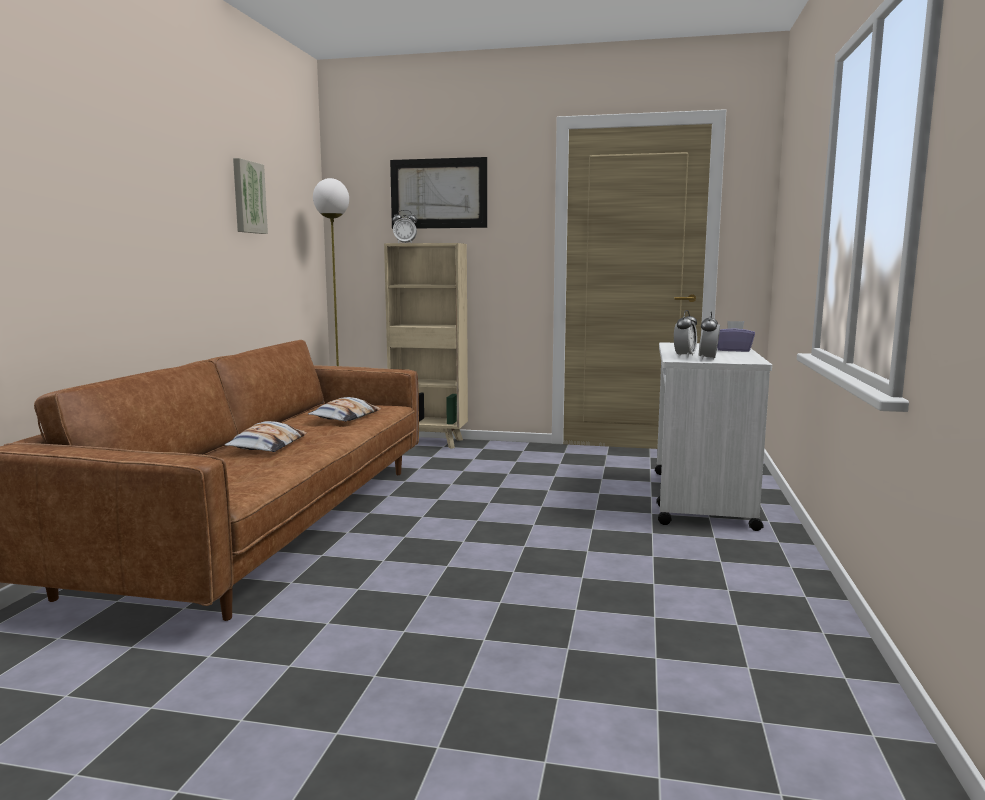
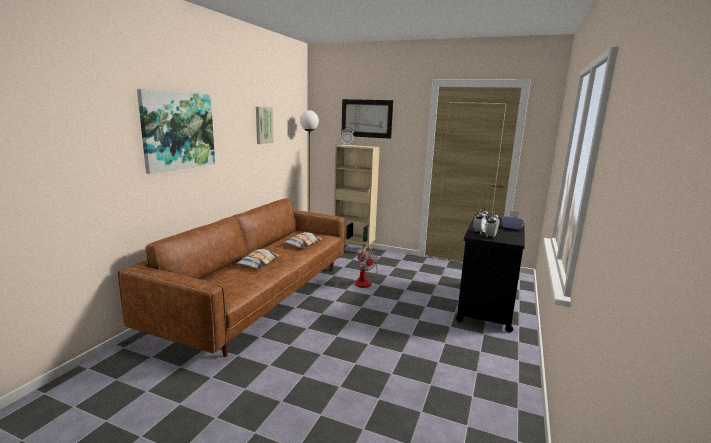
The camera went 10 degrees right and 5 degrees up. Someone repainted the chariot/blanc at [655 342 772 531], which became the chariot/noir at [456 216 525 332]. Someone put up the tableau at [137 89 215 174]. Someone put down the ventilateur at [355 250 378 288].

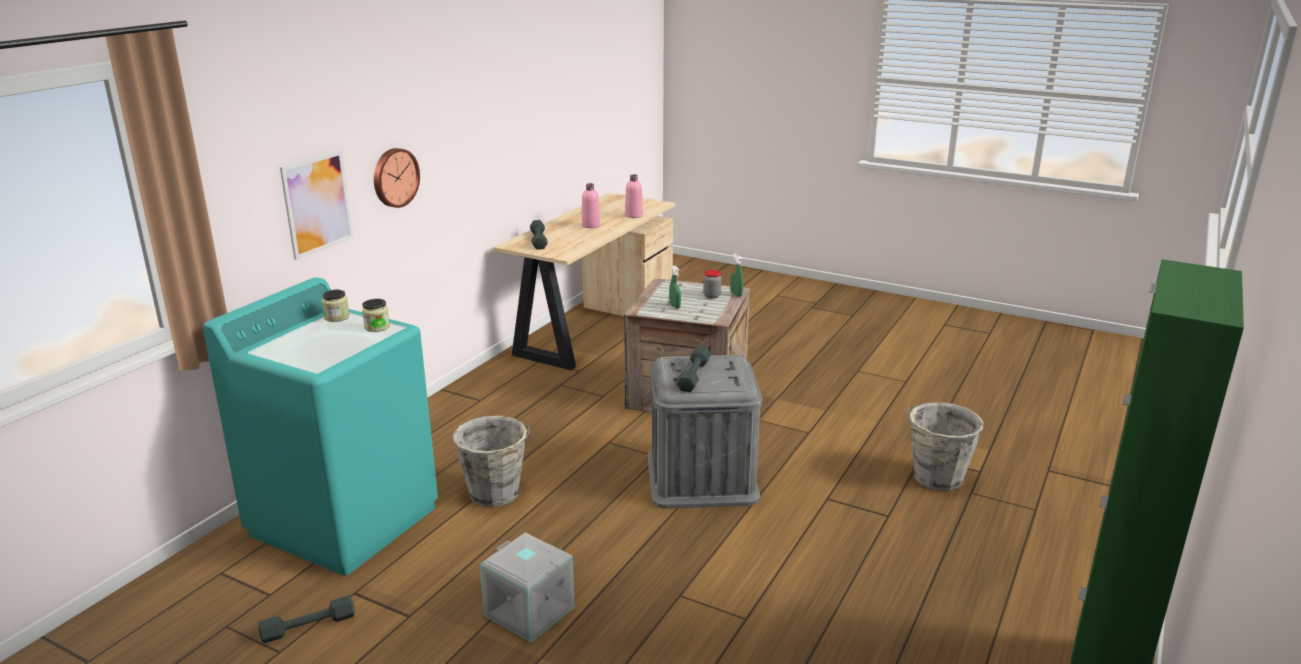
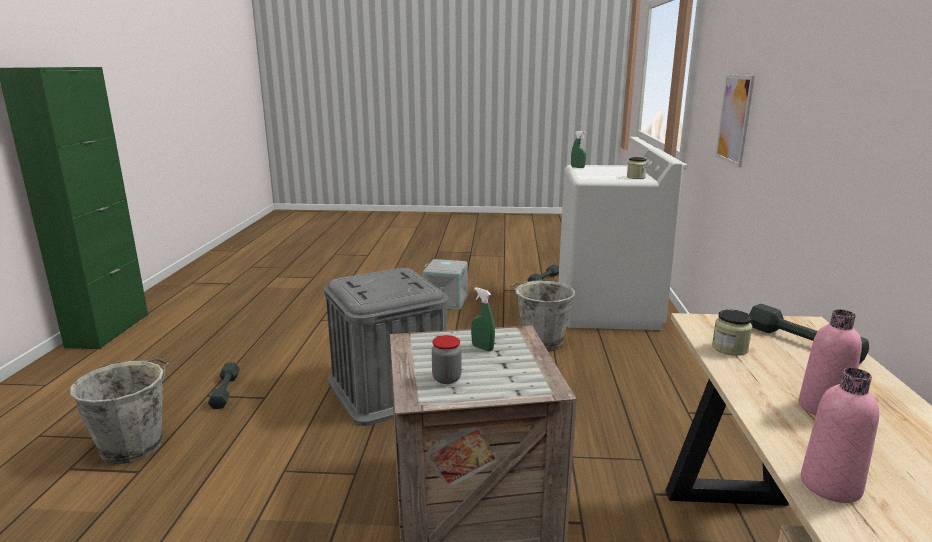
The camera went 155 degrees right and 5 degrees down. Someone took away the horloge murale at [374 148 420 208]. Someone carried the vaporisateur/vert from [730 254 743 297] to [571 131 586 168]. Someone repainted the lave-linge/turquoise at [203 277 438 575], which became the lave-linge/blanc at [558 148 683 330]. Someone carried the bocal from [362 299 390 332] to [712 309 753 356]. Someone carried the haltère/gris from [676 346 711 392] to [208 362 240 409].

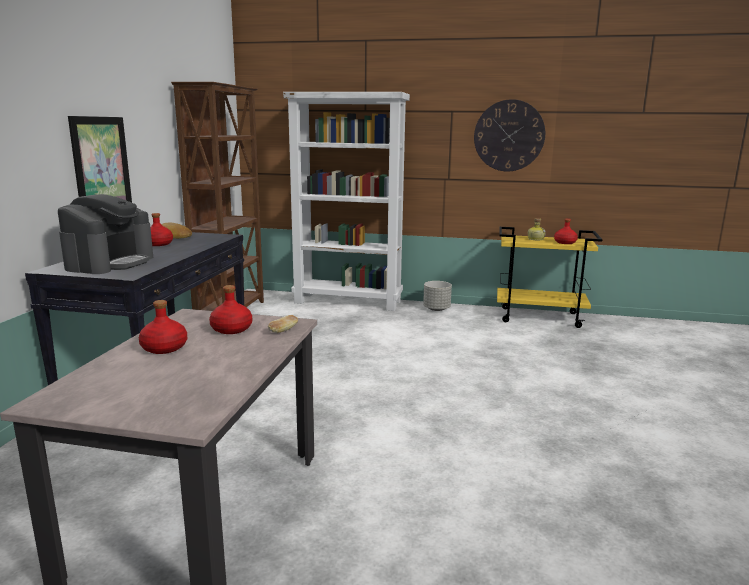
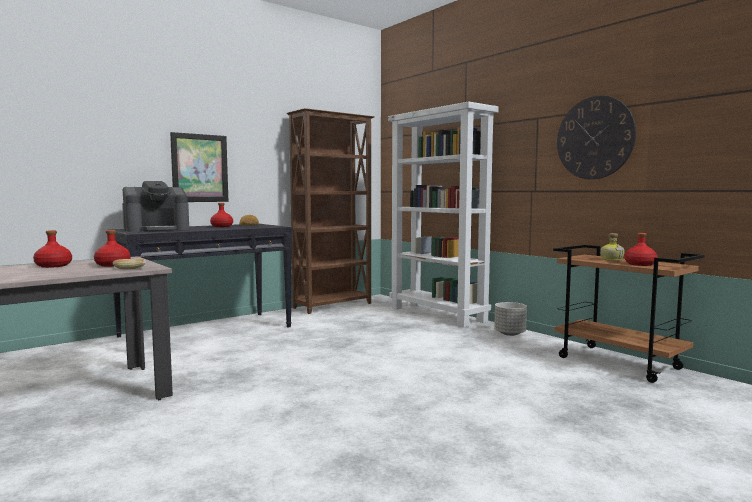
The camera went 40 degrees right and 10 degrees down. Someone repainted the chariot/jaune at [497 227 603 328], which became the chariot/marron at [553 245 705 383].

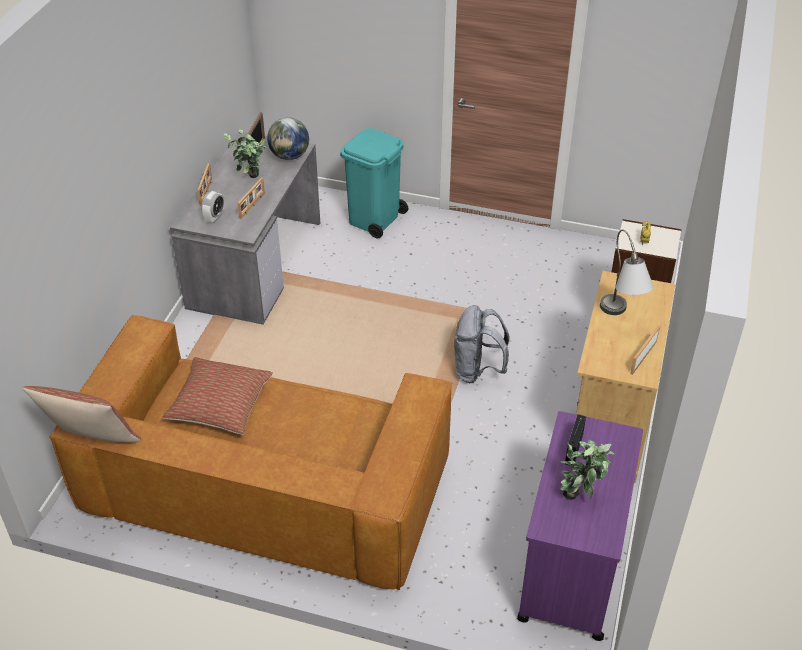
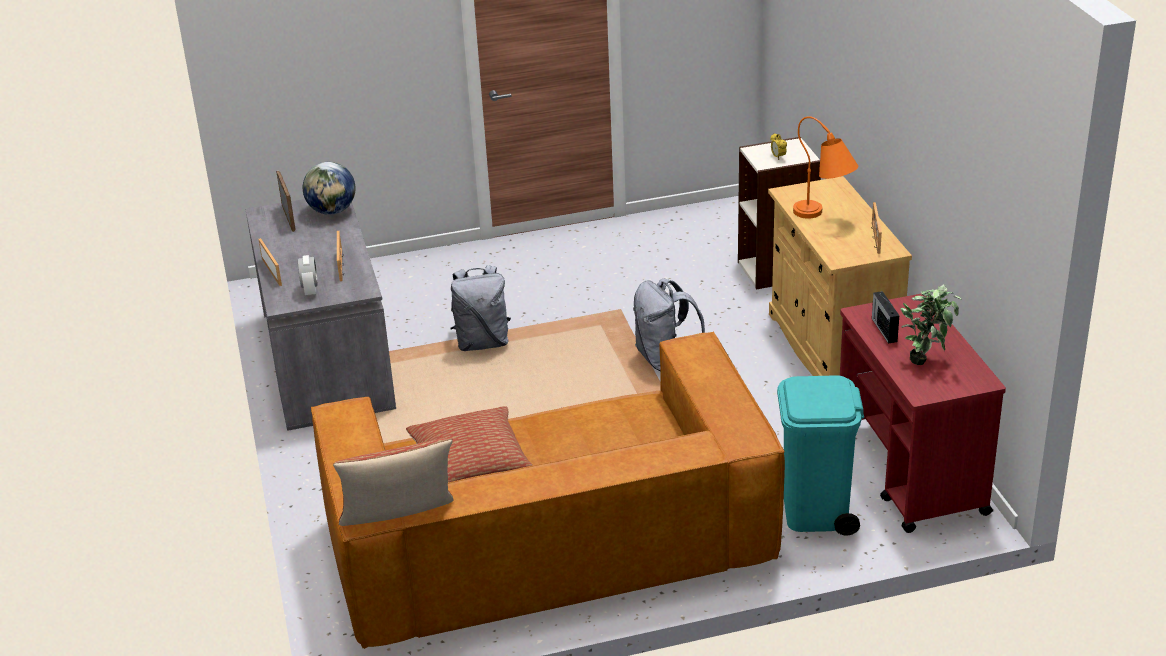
The camera went 30 degrees left and 10 degrees down. Someone carried the poubelle/turquoise from [340 128 409 239] to [777 375 864 536]. Someone took away the plante en pot at [224 130 268 178]. Someone repainted the lampe de table/gris at [600 229 654 315], which became the lampe de table/orange at [793 116 858 219]. Someone repainted the chariot/violet at [517 411 643 641], which became the chariot/rouge at [840 293 1006 533]. Someone put down the sac à dos/gris at [451 265 511 351].

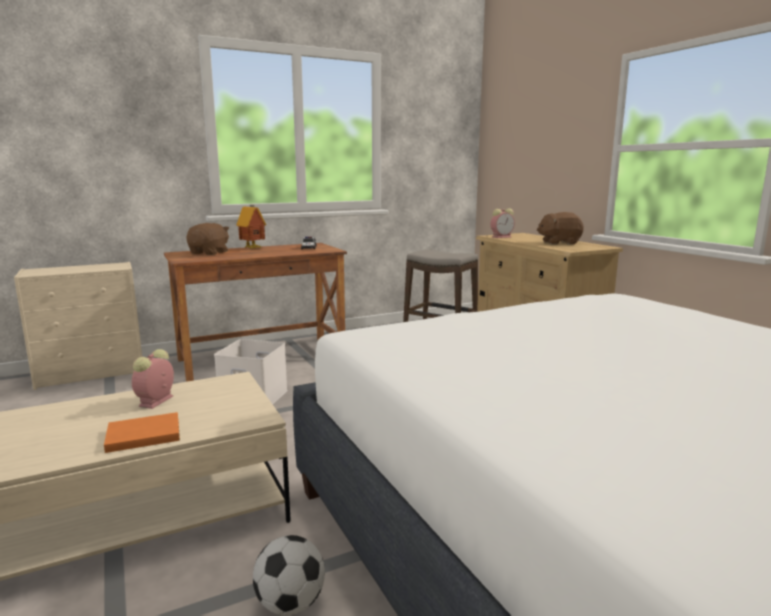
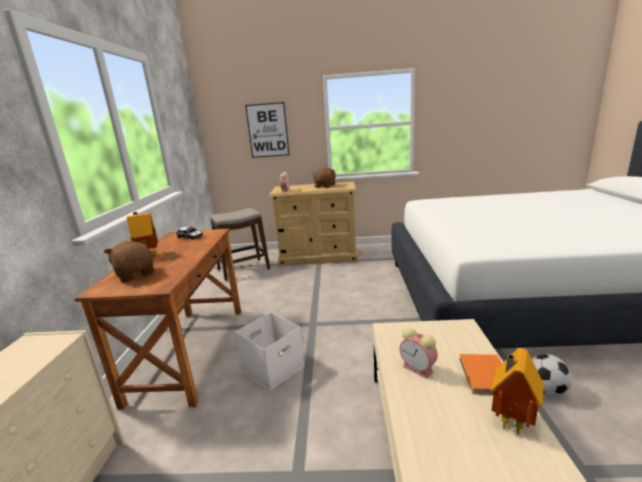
The camera went 60 degrees left and 5 degrees up. Someone put up the tableau at [245 102 289 158]. Someone put down the maison miniature at [490 348 544 434].

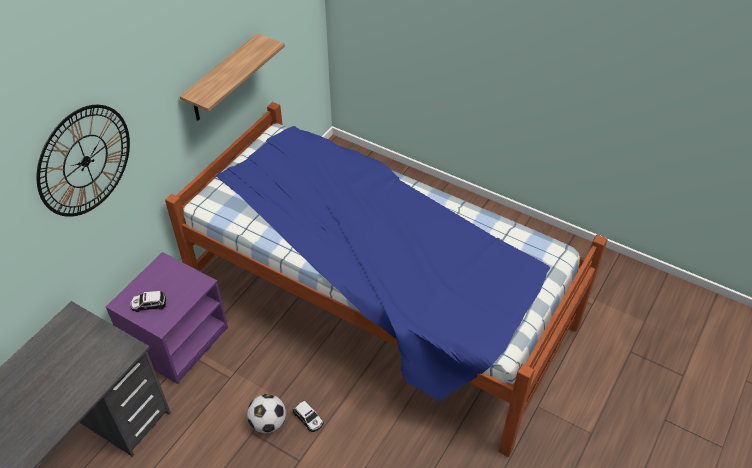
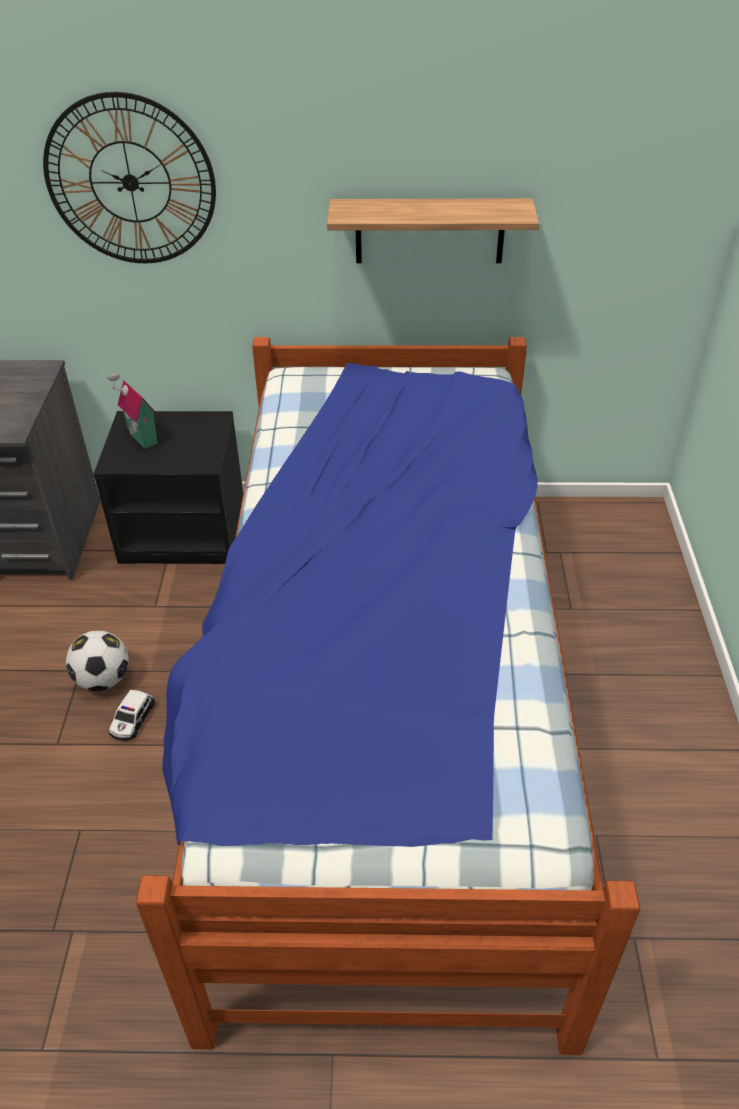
The camera went 60 degrees right and 5 degrees down. Someone repainted the table de chevet/violet at [106 252 228 384], which became the table de chevet/noir at [93 411 243 564]. Someone swapped the petite voiture at [131 291 166 312] for the maison miniature at [107 371 158 449].

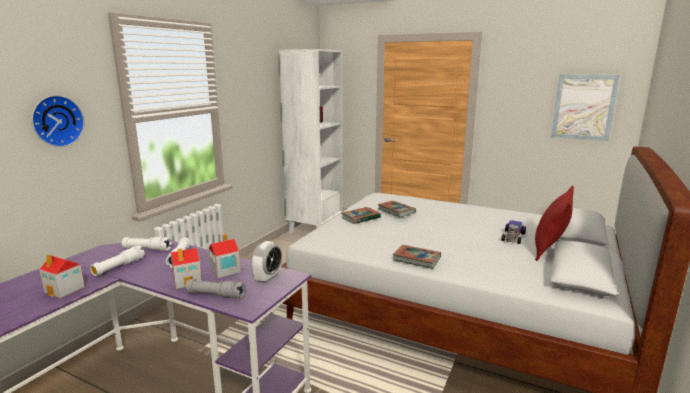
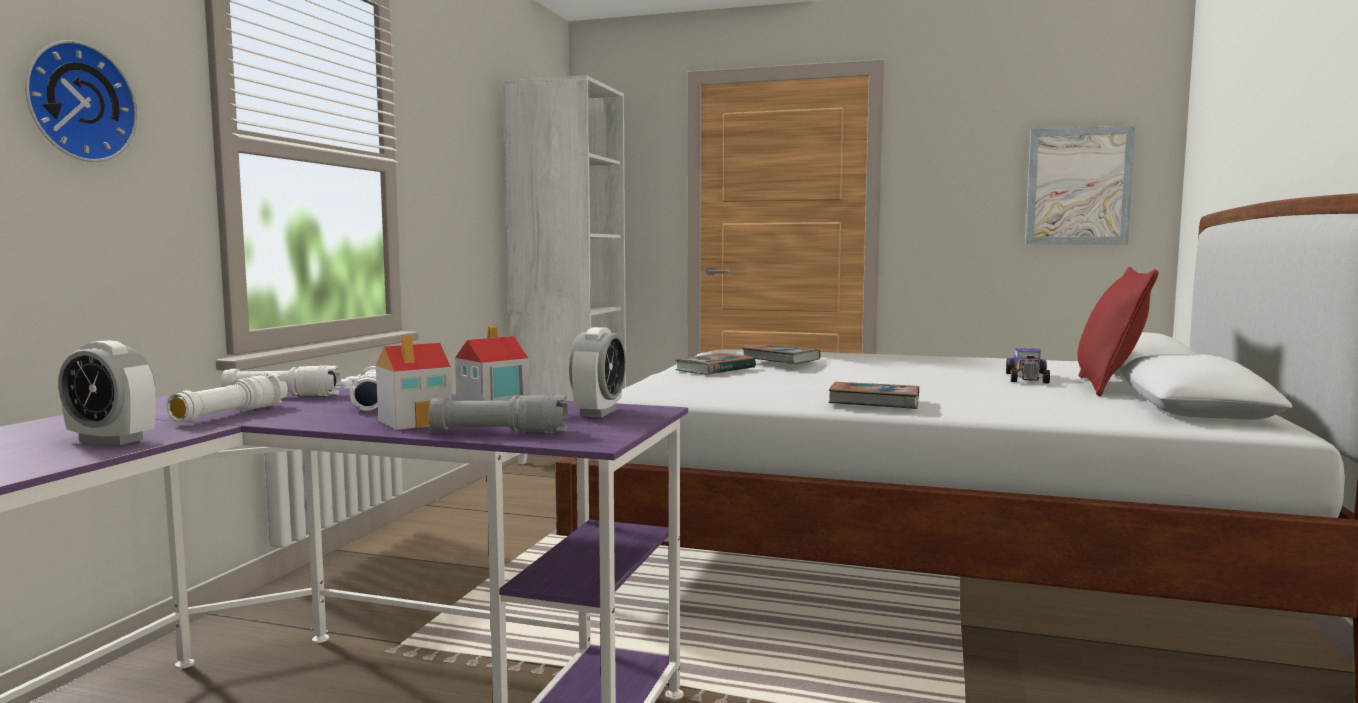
The camera went 10 degrees left and 10 degrees down. Someone swapped the maison miniature at [39 254 85 298] for the réveil at [58 341 155 445].

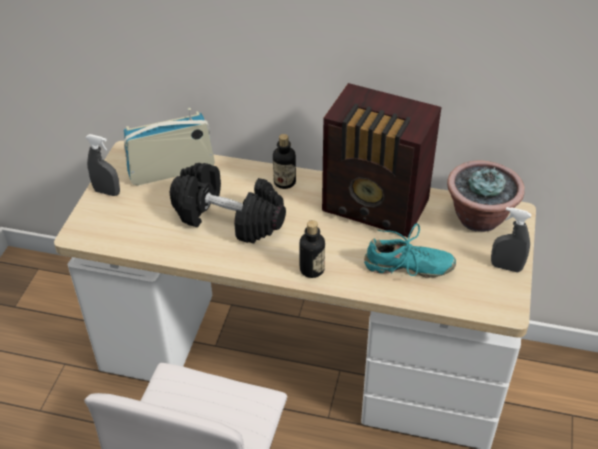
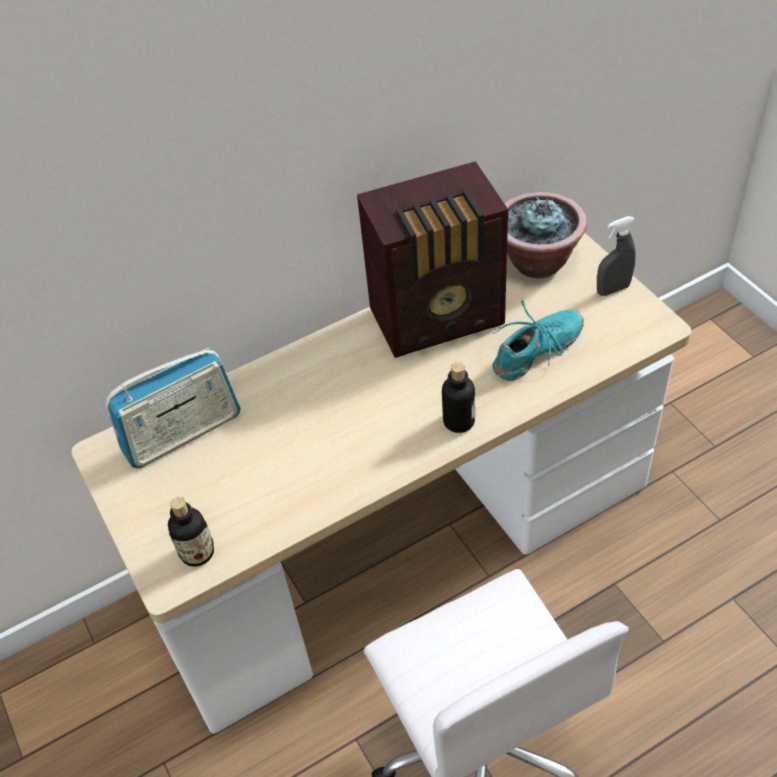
The camera went 40 degrees left and 5 degrees up. Someone rotated the radio at [124 108 215 185] by 150 degrees counterclockwise. Someone took away the vaporisateur/gris at [85 134 120 196]. Someone carried the bouteille from [273 134 296 189] to [168 497 214 567]. Someone took away the haltère/noir at [170 163 286 243].

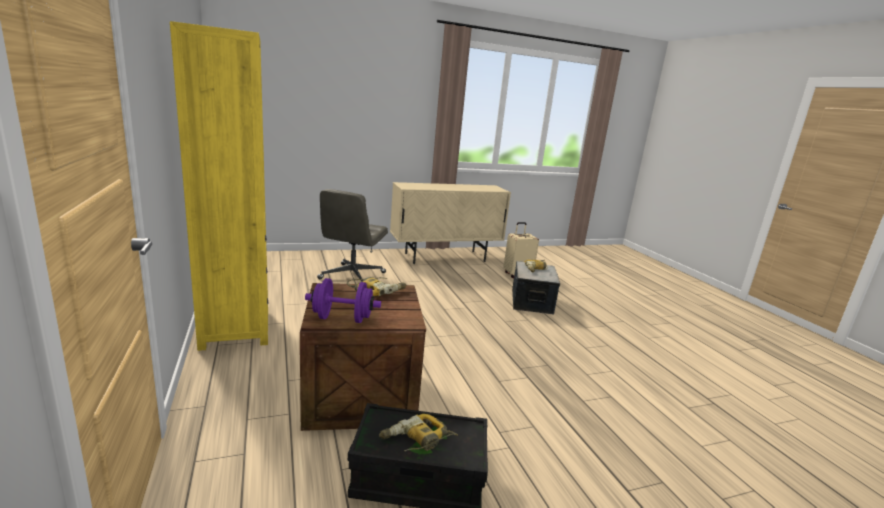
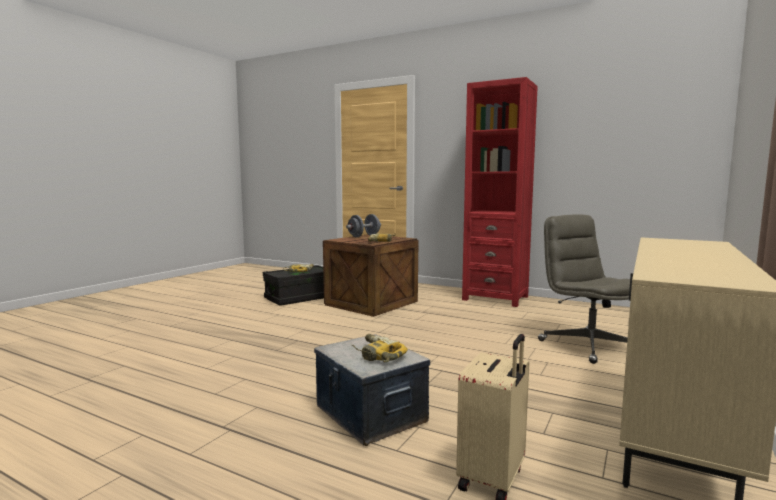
The camera went 140 degrees right and 10 degrees down. Someone repainted the bibliothèque/jaune at [170 21 269 351], which became the bibliothèque/rouge at [462 77 538 307]. Someone repainted the haltère/violet at [305 278 381 323], which became the haltère/gris at [346 214 381 237].

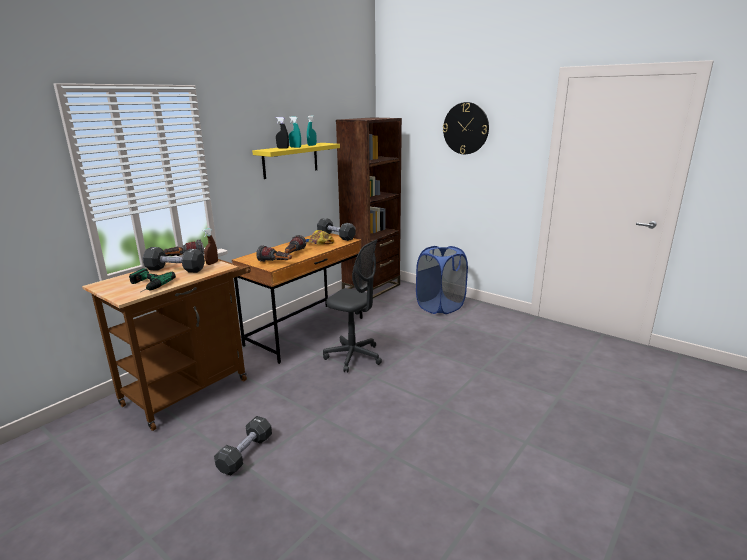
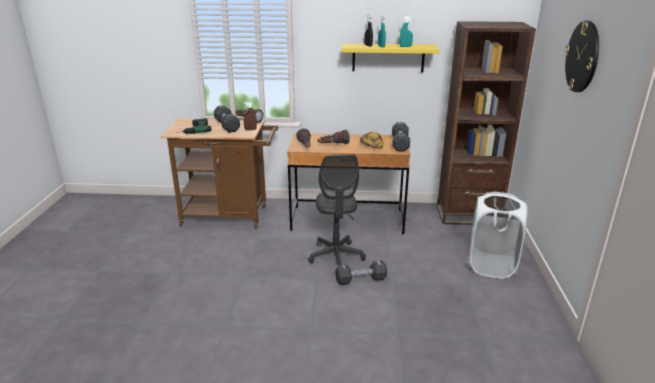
The camera went 55 degrees right and 5 degrees up. Someone repainted the panier à linge/bleu at [416 246 468 314], which became the panier à linge/blanc at [468 192 528 279]. Someone carried the haltère/noir from [214 416 272 475] to [335 260 387 285].

